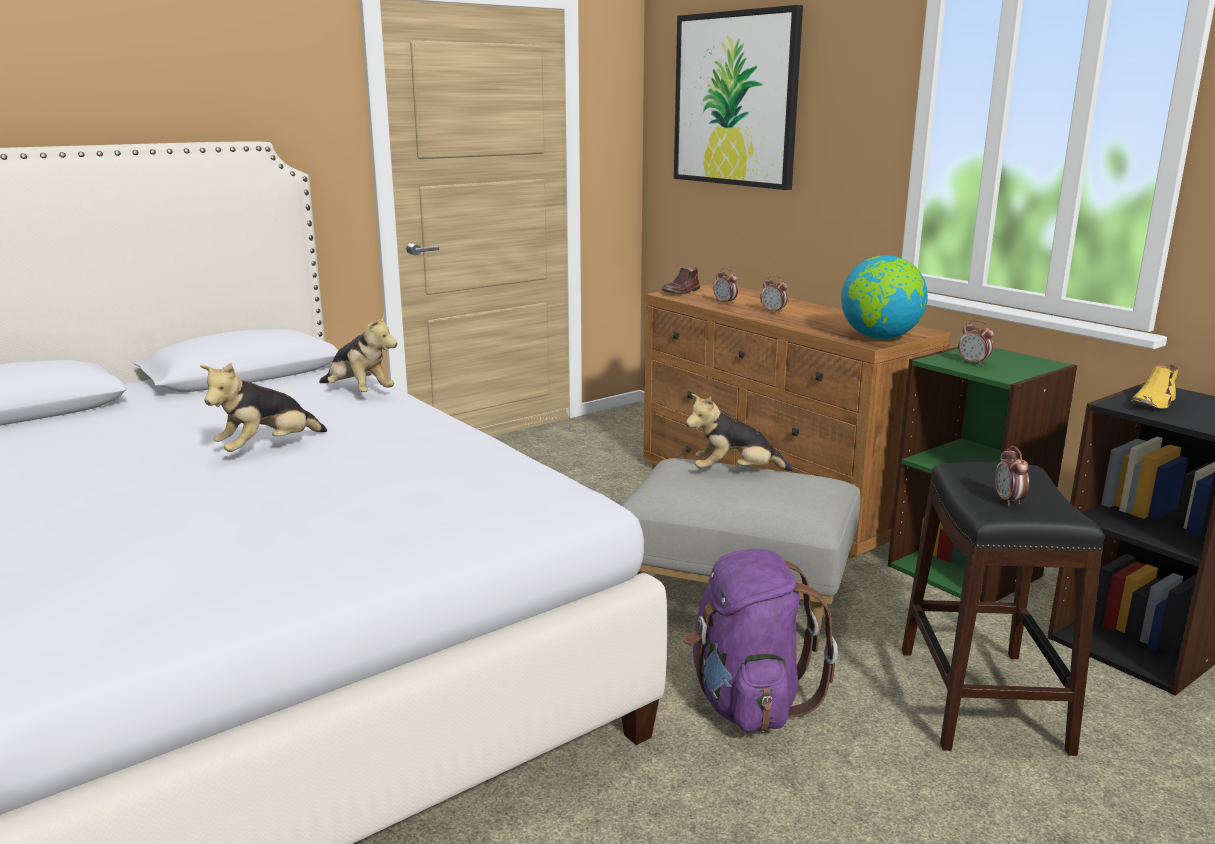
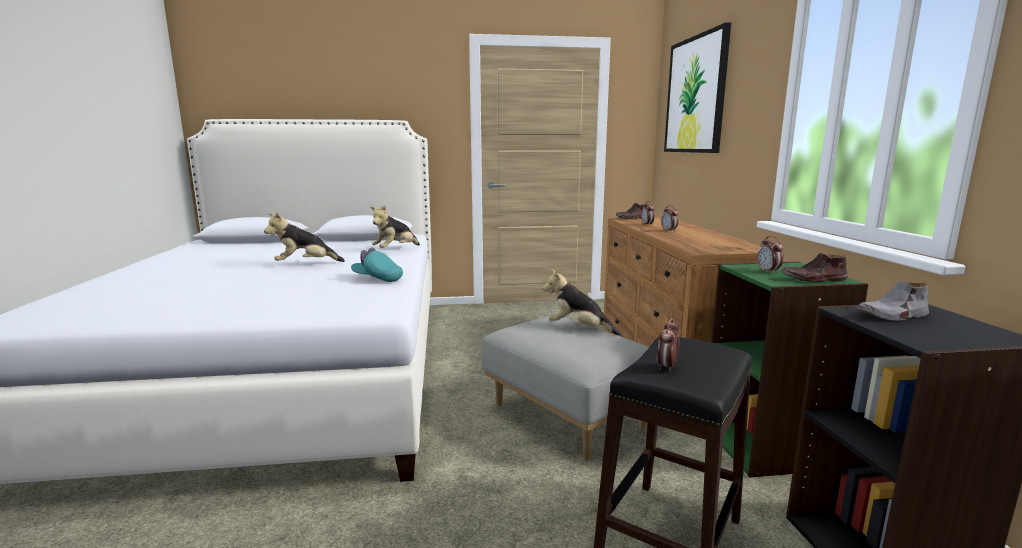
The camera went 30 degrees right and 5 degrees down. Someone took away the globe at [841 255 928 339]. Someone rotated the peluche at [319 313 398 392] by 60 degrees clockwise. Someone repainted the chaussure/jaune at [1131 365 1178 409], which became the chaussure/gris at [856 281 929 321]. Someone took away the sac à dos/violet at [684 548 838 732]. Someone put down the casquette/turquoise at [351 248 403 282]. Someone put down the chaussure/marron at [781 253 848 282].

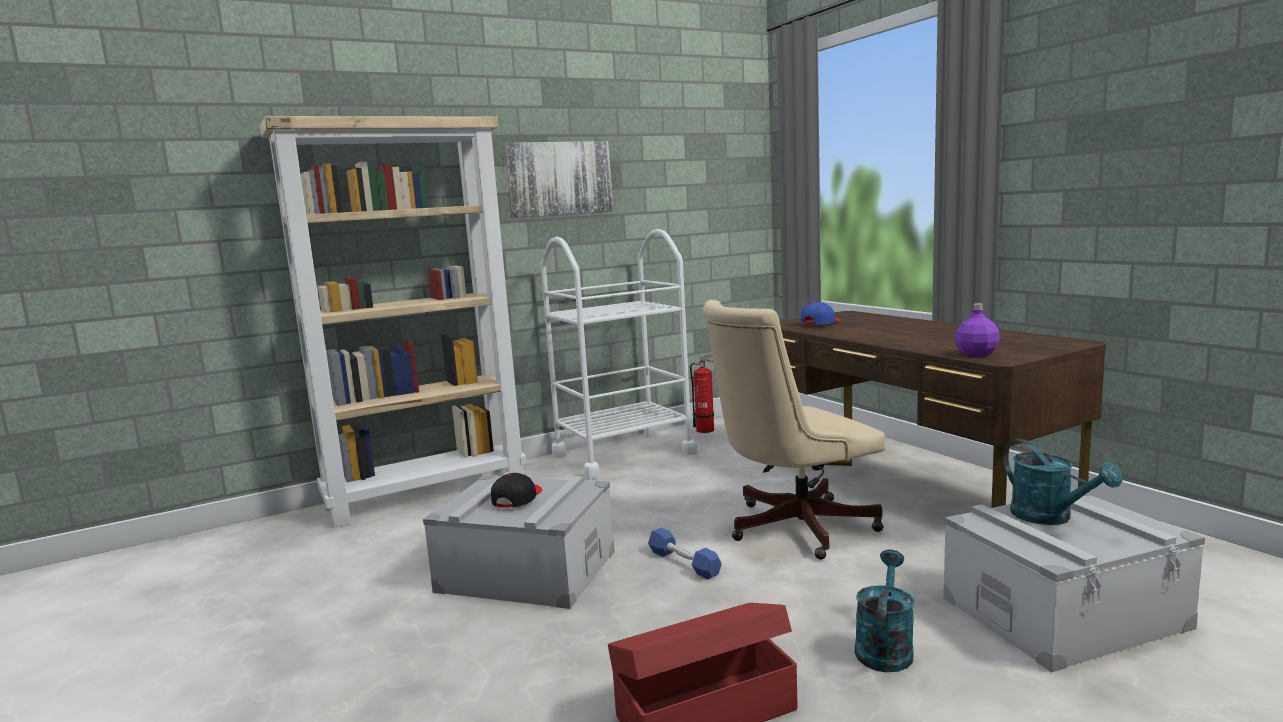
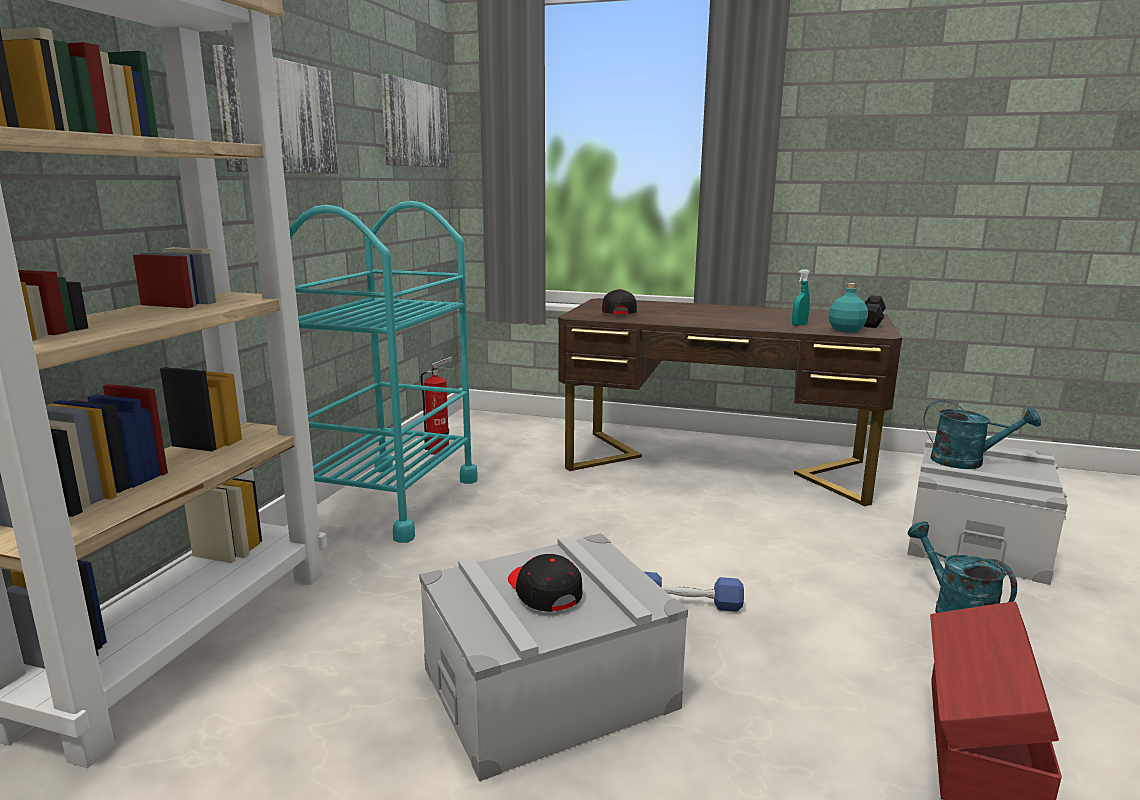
The camera went 45 degrees left and 5 degrees up. Someone repainted the chariot/blanc at [541 229 697 479], which became the chariot/turquoise at [289 201 478 543]. Someone took away the chaise de bureau/beige at [703 300 885 560]. Someone repainted the casquette/bleu at [800 302 841 325], which became the casquette/noir at [602 289 637 314]. Someone repainted the bouteille/violet at [955 303 1000 357], which became the bouteille/turquoise at [828 283 868 332]. Someone put up the tableau at [381 74 449 167]. Someone put down the vaporisateur/turquoise at [792 269 810 326]. Someone put down the haltère/noir at [864 295 886 328].

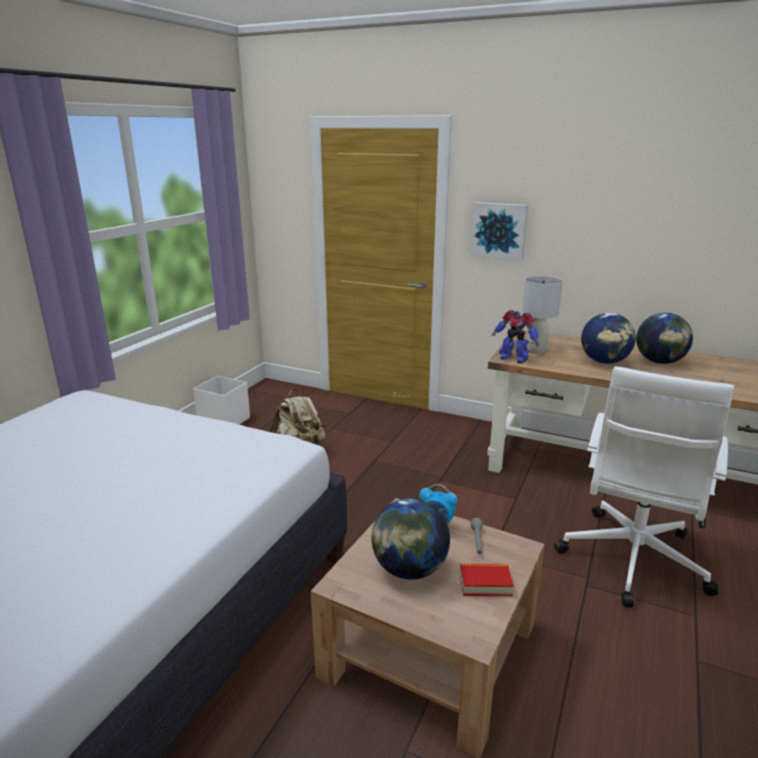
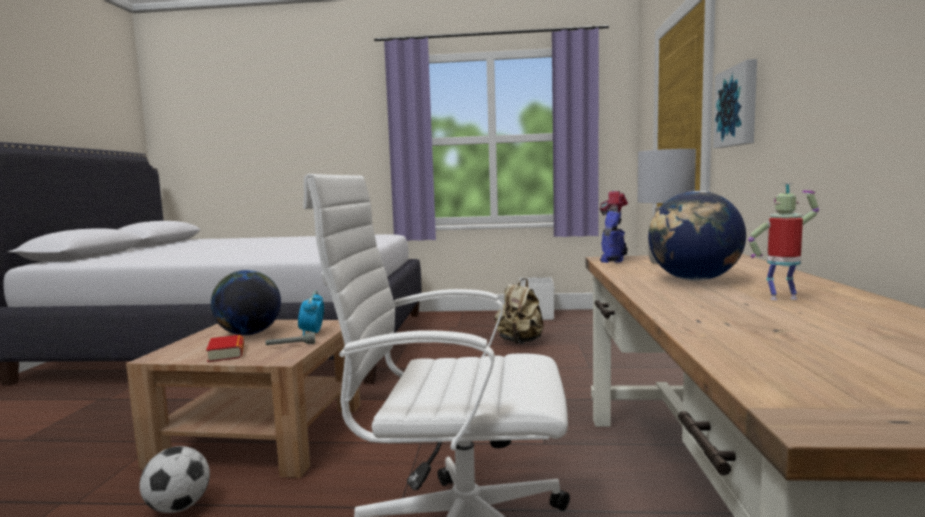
The camera went 70 degrees right and 15 degrees down. Someone swapped the globe at [636 313 693 364] for the robot jouet at [748 183 819 300]. Someone put down the ballon de foot at [139 446 210 513].

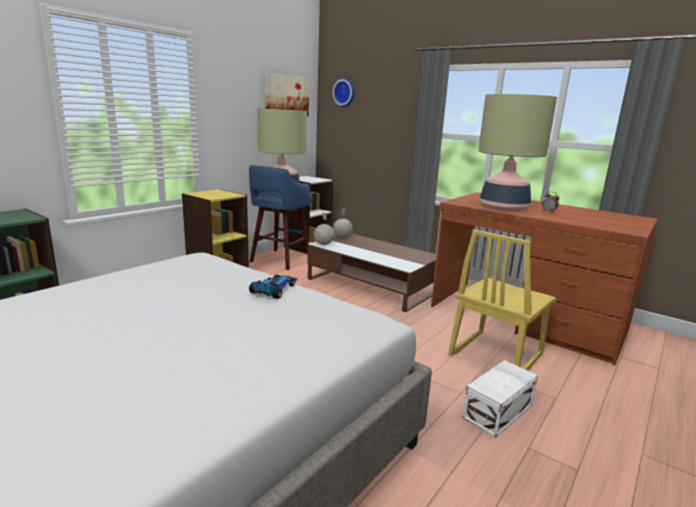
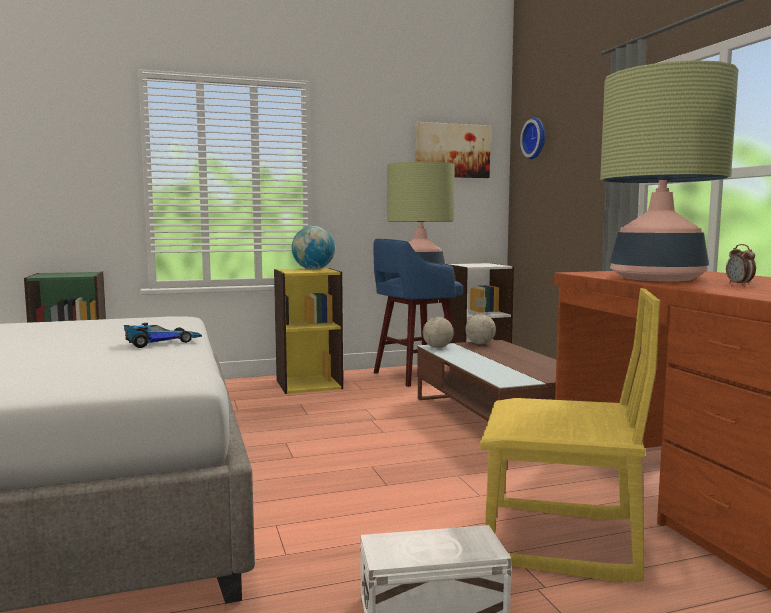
The camera went 35 degrees right and 10 degrees down. Someone rotated the chaise/jaune at [448 229 556 371] by 150 degrees counterclockwise. Someone put down the globe at [292 226 335 270].

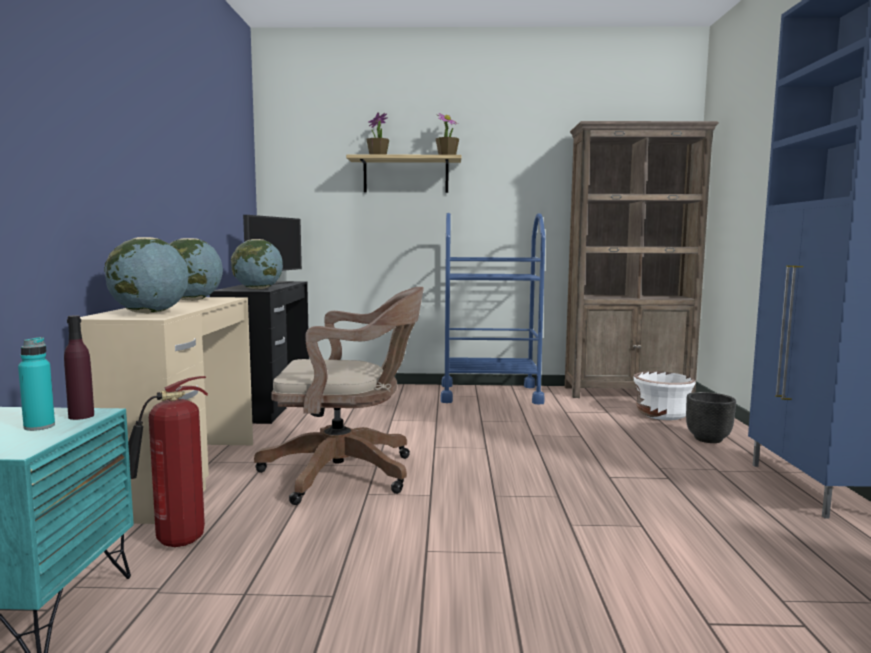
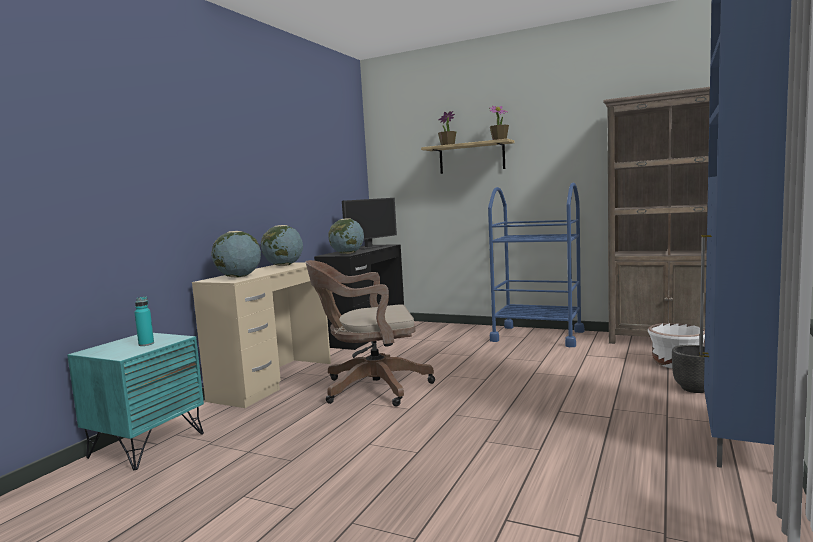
The camera went 25 degrees right and 0 degrees up. Someone rotated the chaise de bureau/marron at [254 287 424 505] by 150 degrees clockwise. Someone took away the bouteille/violet at [64 315 94 420]. Someone took away the extincteur at [128 376 208 547].

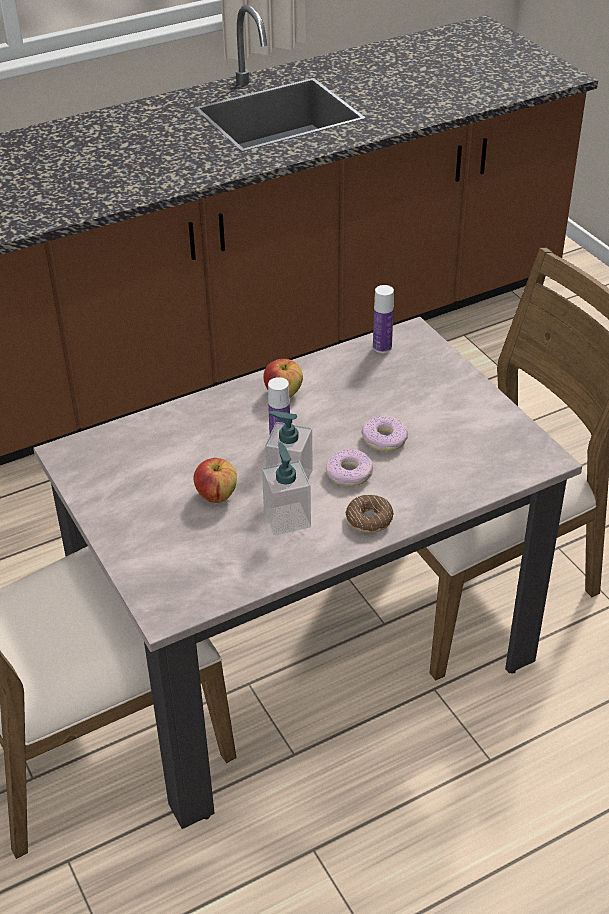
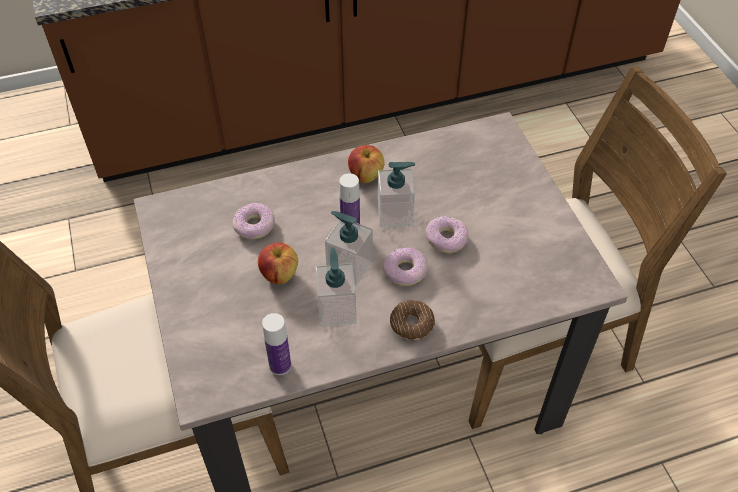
The camera went 10 degrees right and 10 degrees up. Someone carried the bouteille from [373 285 394 353] to [262 313 291 375]. Someone put down the distributeur de savon at [378 162 415 228]. Someone put down the beignet at [233 203 275 239].

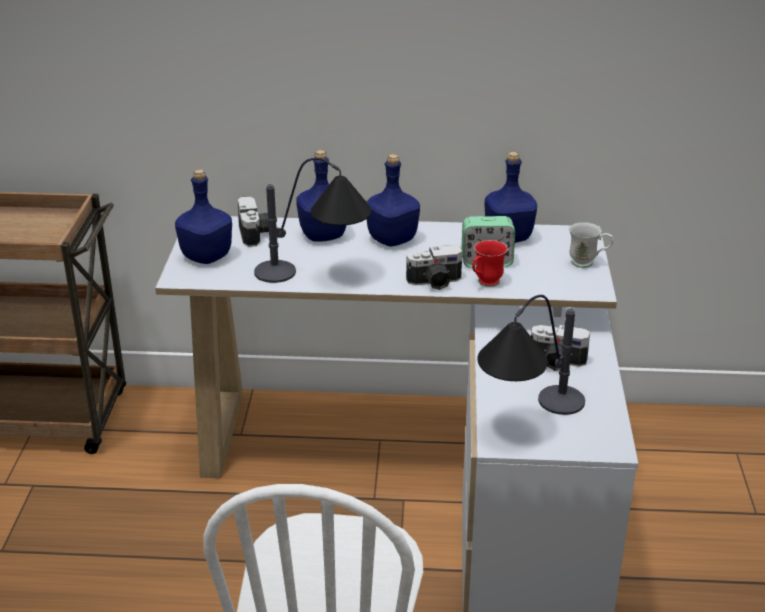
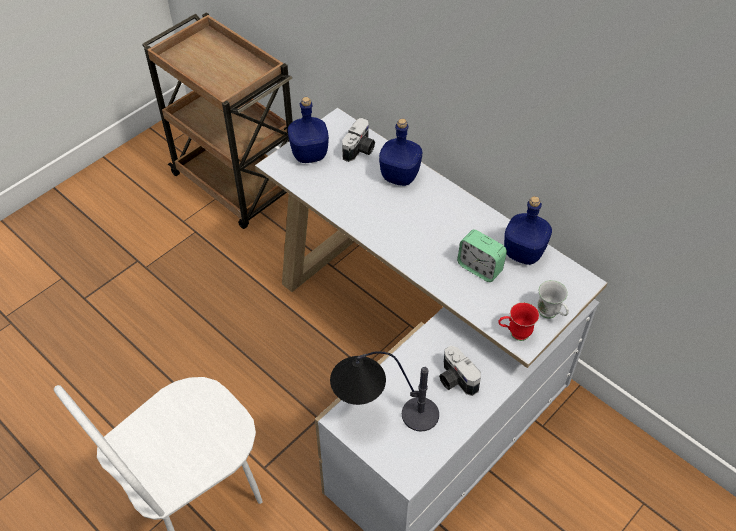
The camera went 40 degrees right and 20 degrees up. Someone took away the bouteille/bleu at [366 154 420 247]. Someone took away the lampe de table at [254 158 371 283]. Someone carried the mug/rouge from [472 240 508 287] to [498 302 539 341]. Someone took away the appareil photo at [406 245 462 290].

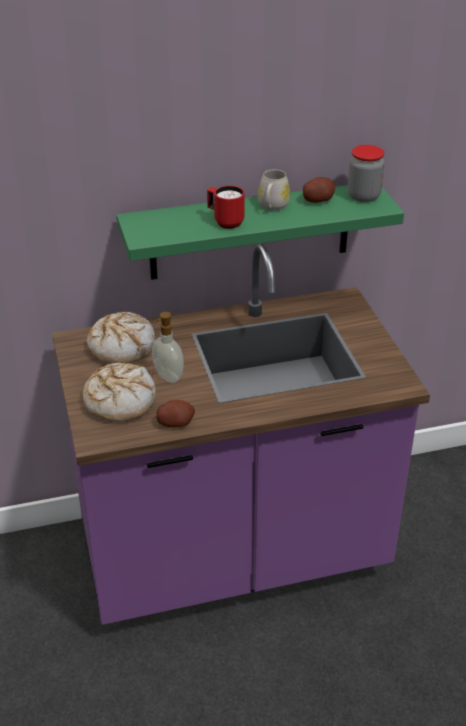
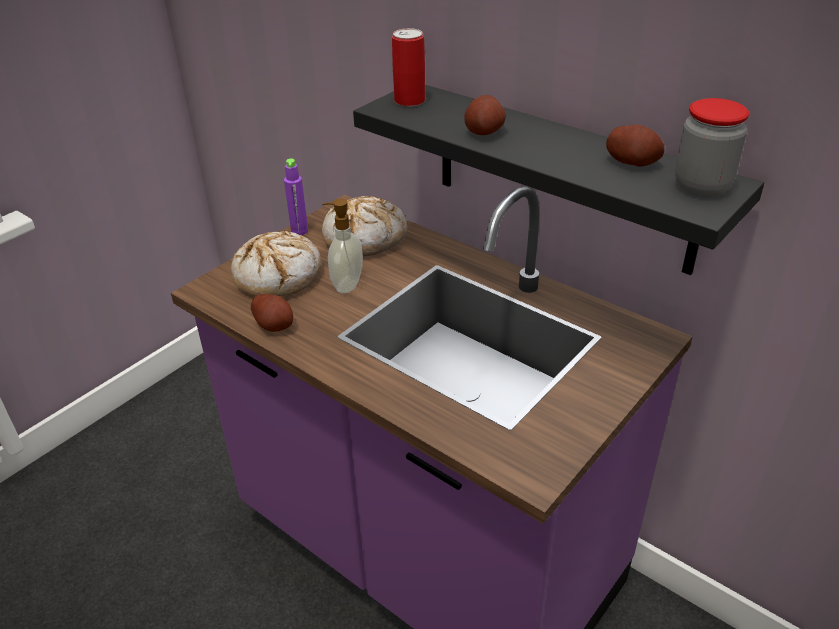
The camera went 55 degrees right and 0 degrees up. Someone took away the mug/blanc at [258 169 290 211]. Someone repainted the étagère/vert at [117 185 404 280], which became the étagère/noir at [353 85 764 275]. Someone swapped the mug/rouge at [207 185 245 229] for the pomme de terre at [464 95 506 135]. Someone put down the boîte métallique at [392 28 425 107]. Someone put down the bouteille/violet at [284 159 308 235].

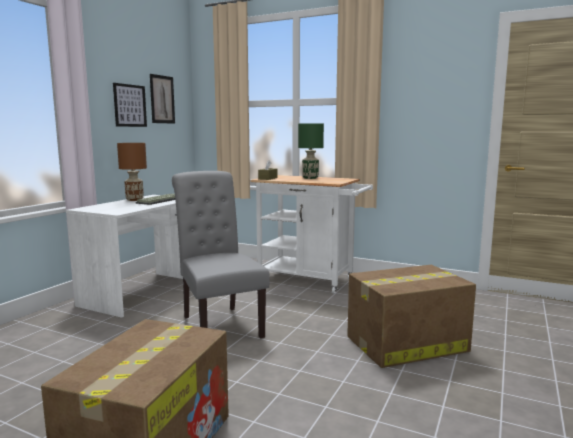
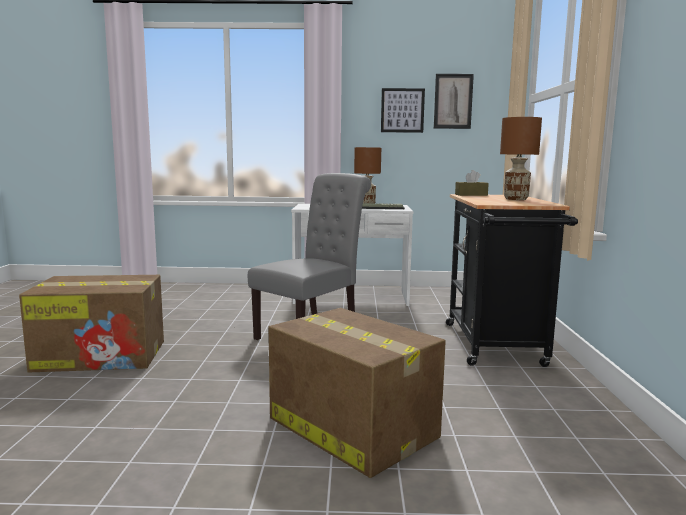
The camera went 65 degrees right and 0 degrees up. Someone repainted the lampe de table/vert at [298 123 324 179], which became the lampe de table/marron at [500 117 542 200]. Someone repainted the chariot/blanc at [250 175 373 293], which became the chariot/noir at [446 194 578 367].

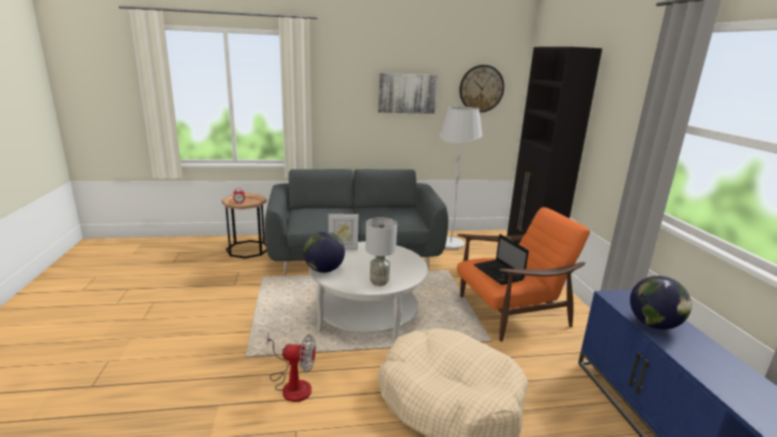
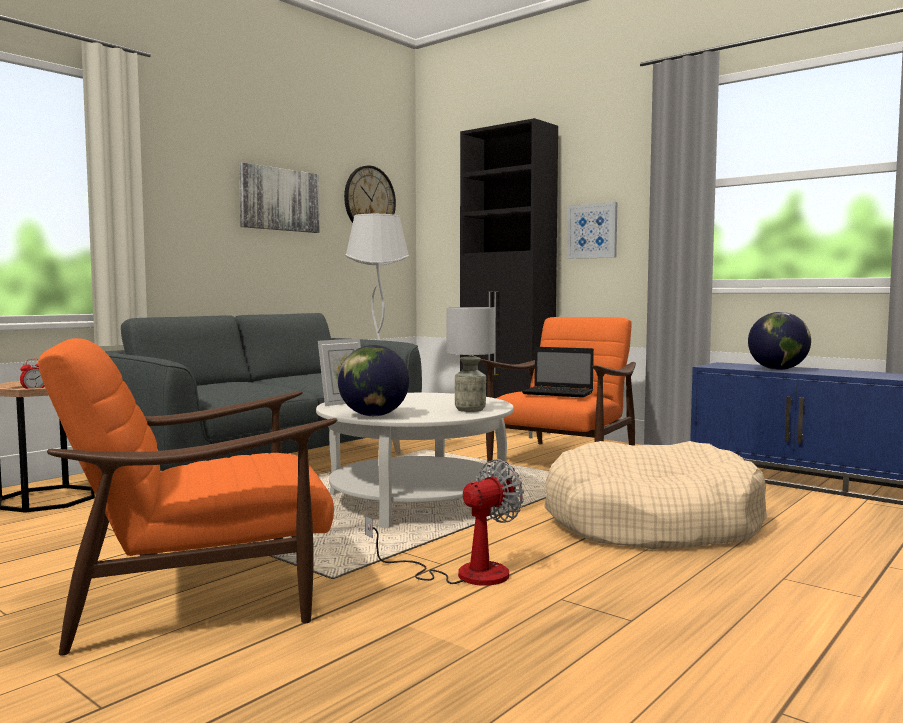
The camera went 40 degrees left and 15 degrees down. Someone put up the tableau at [567 202 617 259]. Someone put down the fauteuil/orange at [38 338 337 656].

